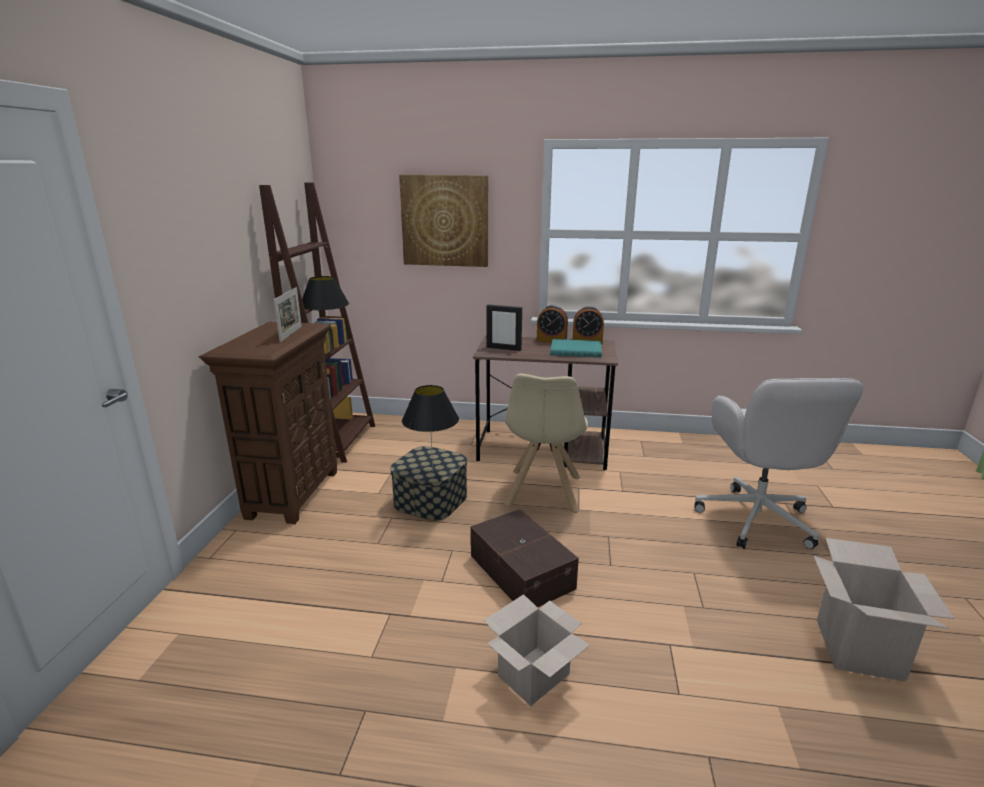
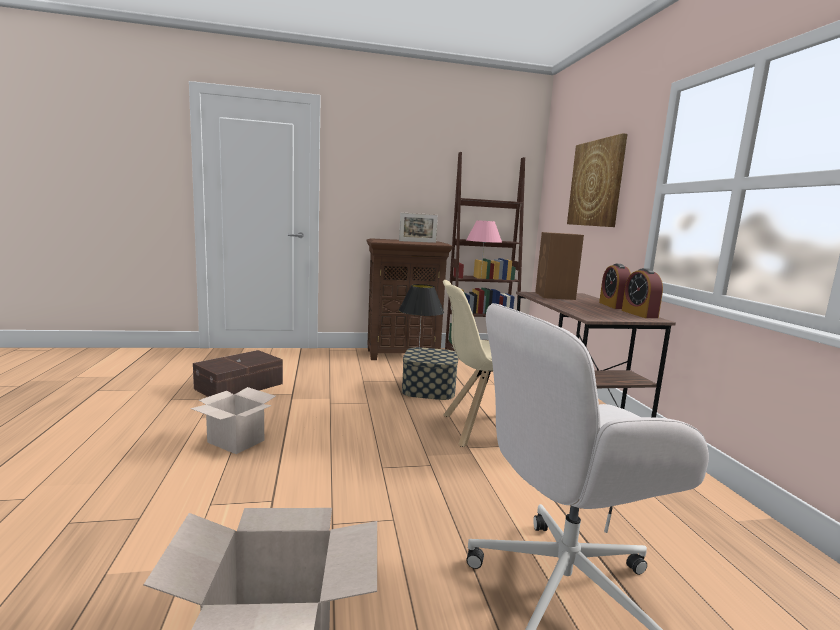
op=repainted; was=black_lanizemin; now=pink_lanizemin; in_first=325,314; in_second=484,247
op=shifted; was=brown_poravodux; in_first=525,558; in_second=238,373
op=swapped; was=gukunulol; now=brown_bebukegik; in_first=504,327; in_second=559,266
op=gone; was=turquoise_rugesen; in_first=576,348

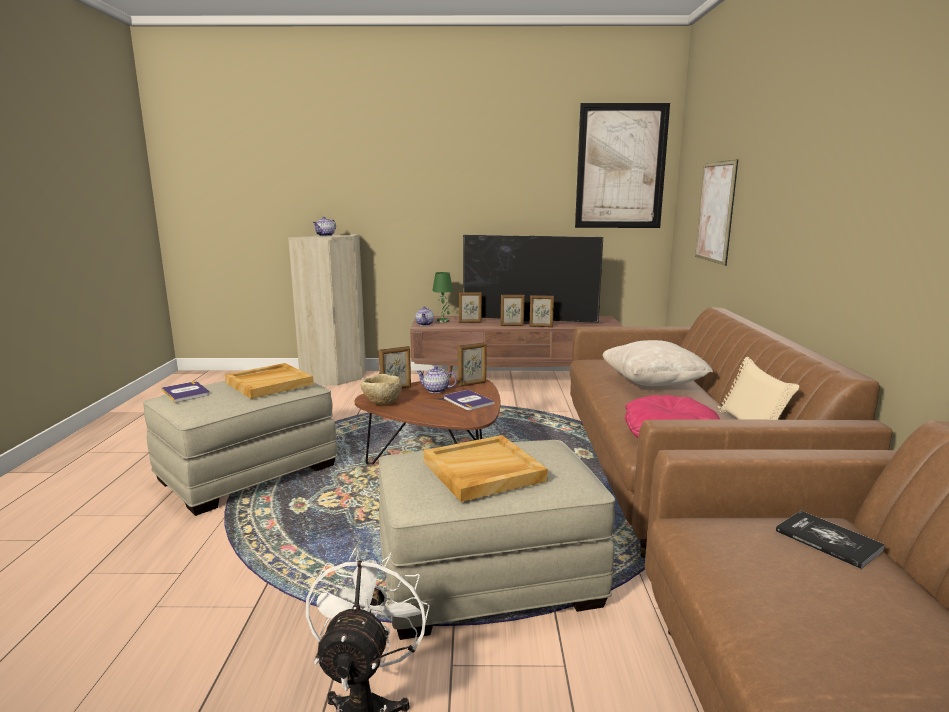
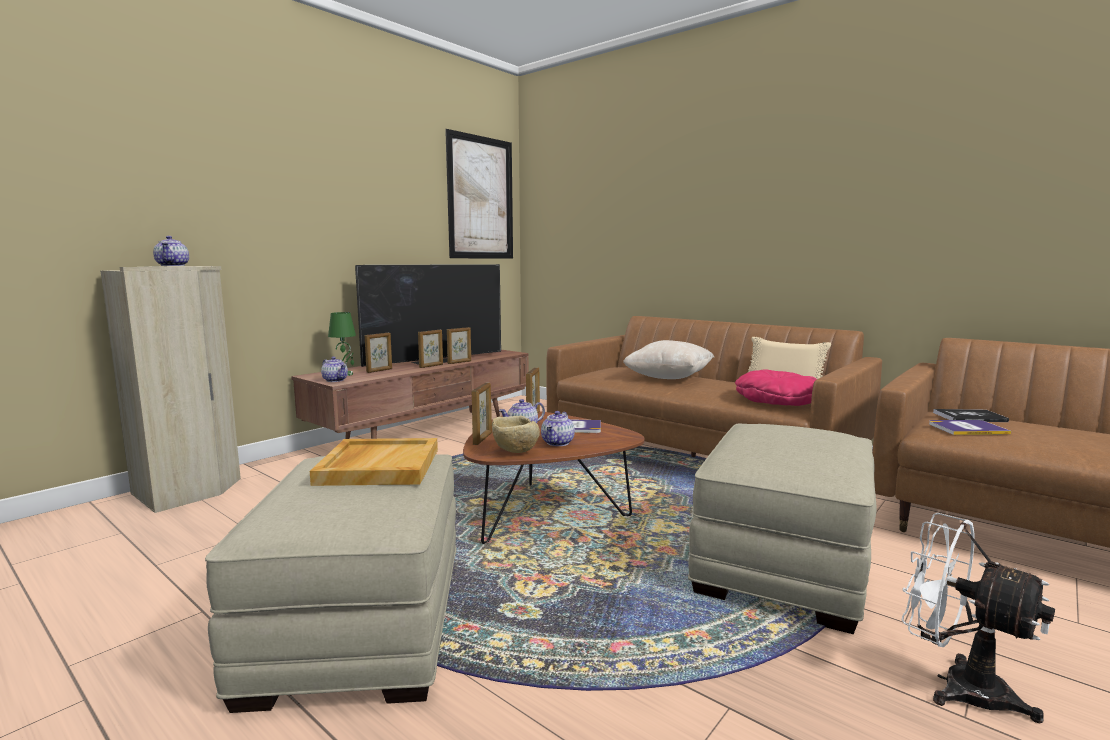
op=shifted; was=rugesen; in_first=185,392; in_second=970,427
op=gone; was=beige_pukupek; in_first=485,468
op=gone; was=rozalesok; in_first=716,212
op=new; now=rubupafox; in_second=558,428

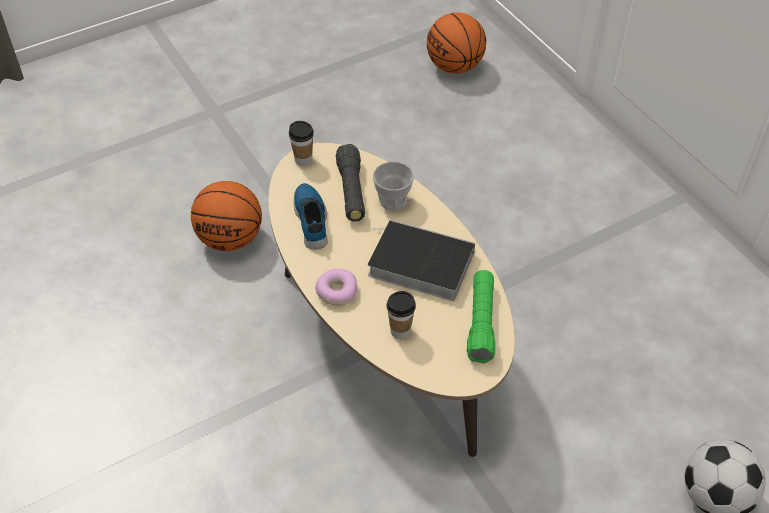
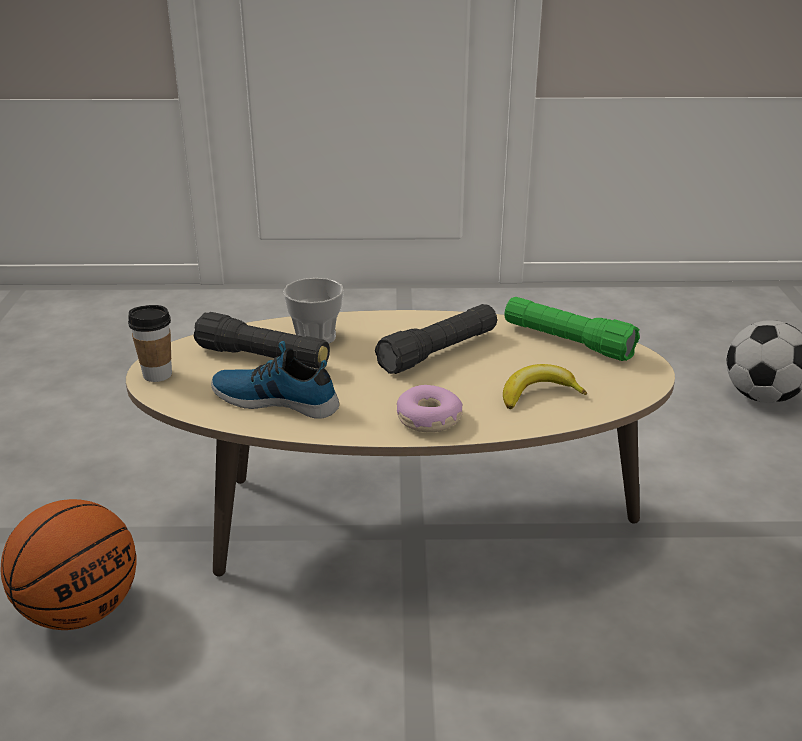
op=swapped; was=rugesen; now=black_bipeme; in_first=421,260; in_second=436,339
op=swapped; was=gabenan; now=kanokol; in_first=401,315; in_second=545,386
op=gone; was=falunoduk; in_first=456,43

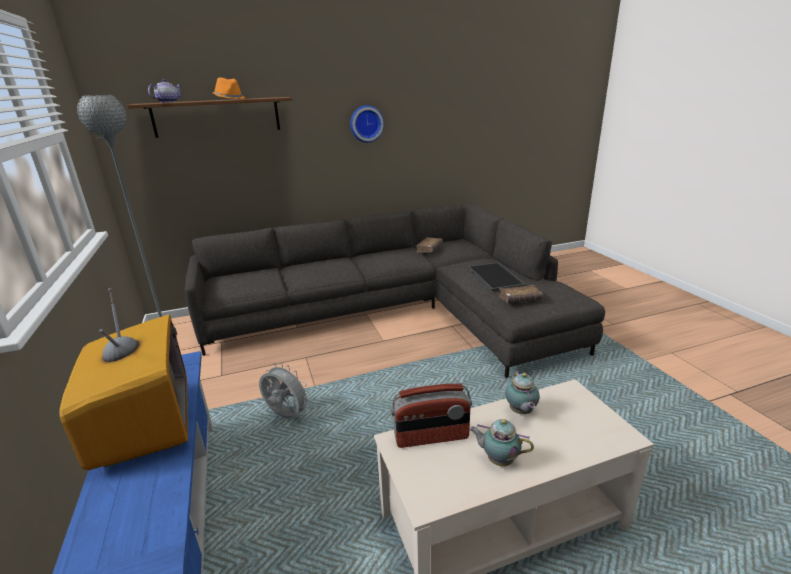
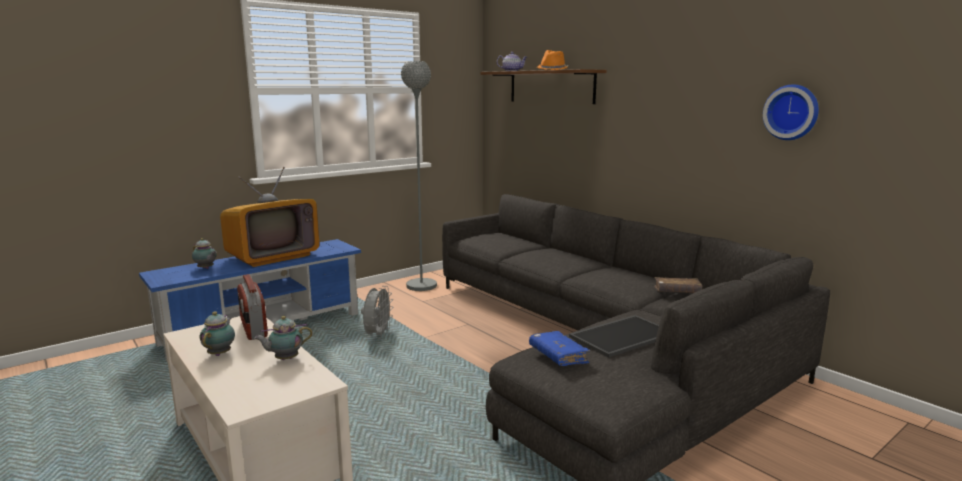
op=shifted; was=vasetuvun; in_first=367,124; in_second=791,112
op=repainted; was=brown_rugesen; now=blue_rugesen; in_first=521,294; in_second=559,348
op=new; now=rubupafox; in_second=204,253

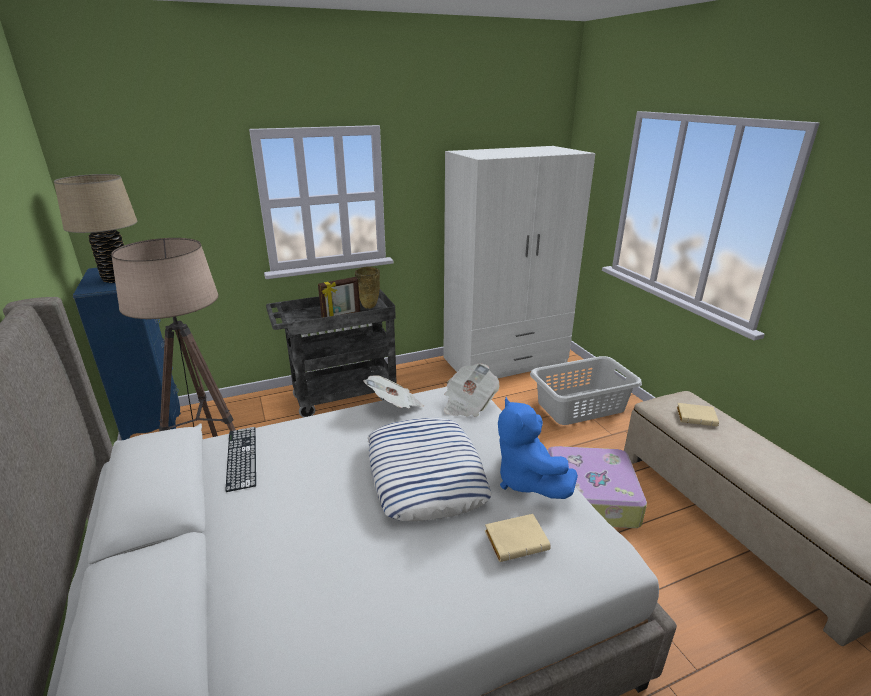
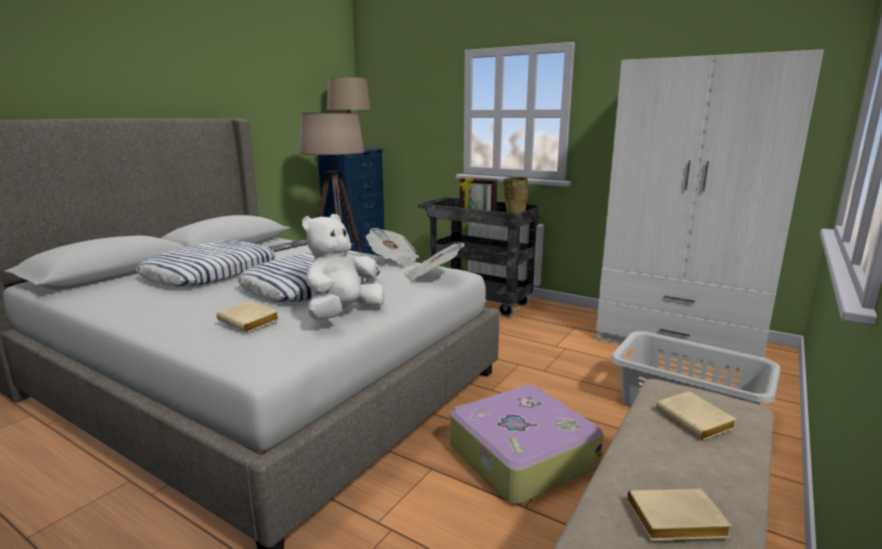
op=repainted; was=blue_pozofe; now=white_pozofe; in_first=538,448; in_second=343,267
op=new; now=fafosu; in_second=206,263
op=new; now=beige_rugesen; in_second=680,514

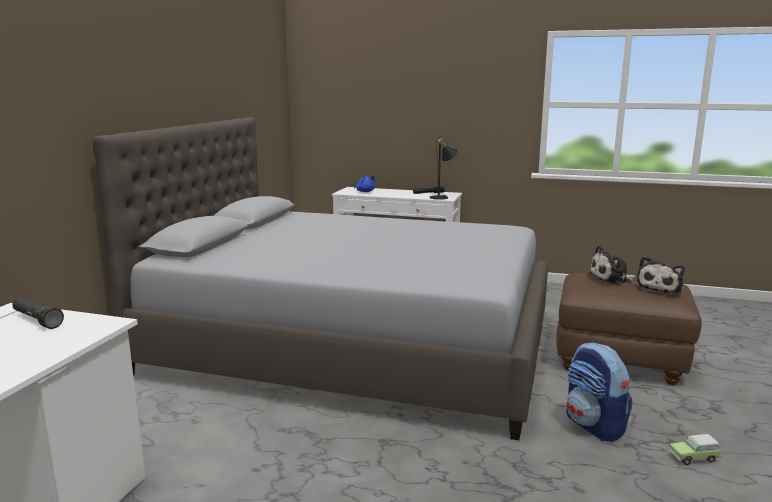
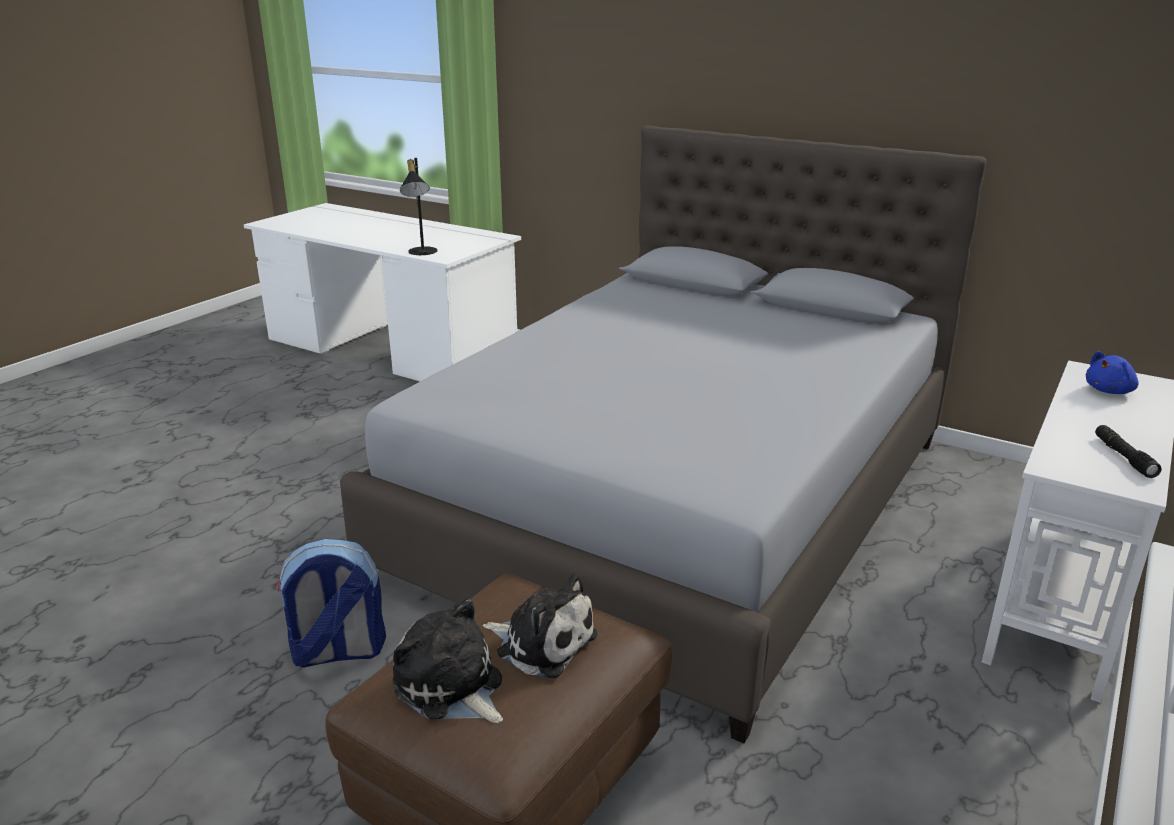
op=gone; was=black_bipeme; in_first=38,313
op=shifted; was=black_lanizemin; in_first=443,168; in_second=418,206
op=rotated; was=pozofe; in_first=611,265; in_second=540,625; clockwise=120
op=gone; was=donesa; in_first=695,449

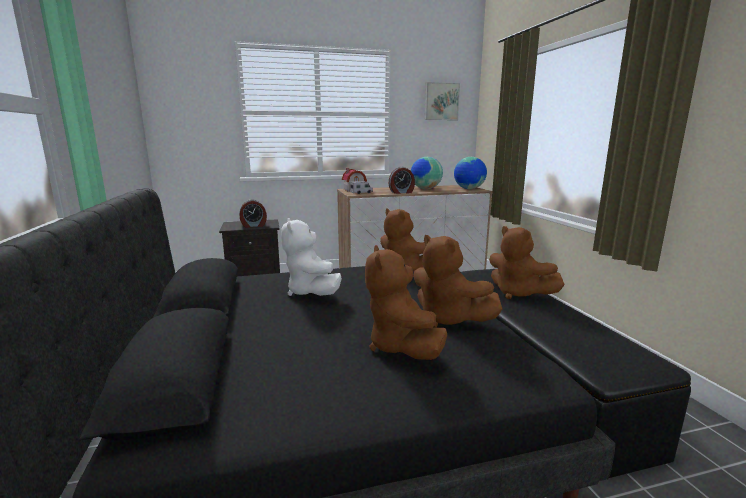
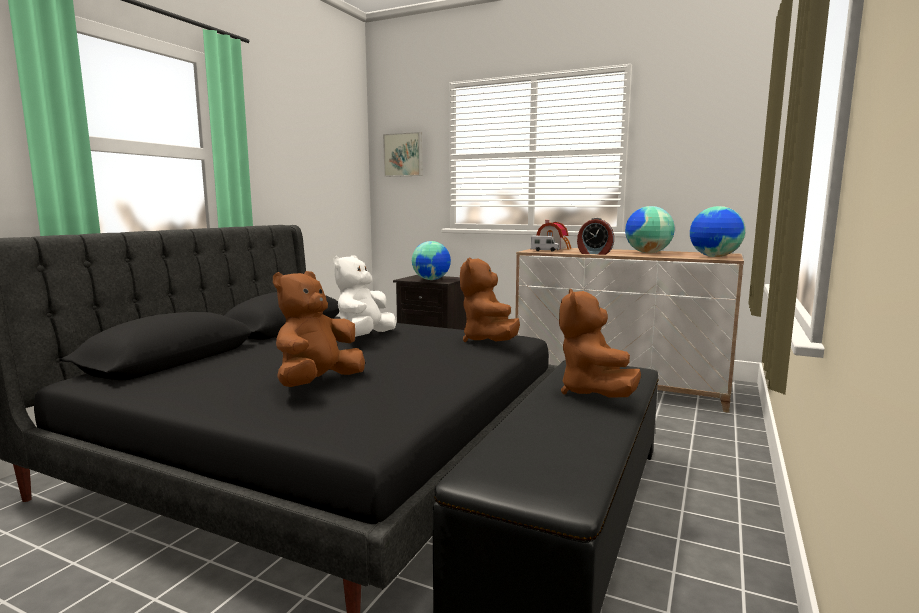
op=swapped; was=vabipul; now=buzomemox; in_first=253,214; in_second=431,260
op=gone; was=brown_pozofe; in_first=457,281
op=shifted; was=rozalesok; in_first=442,101; in_second=402,154

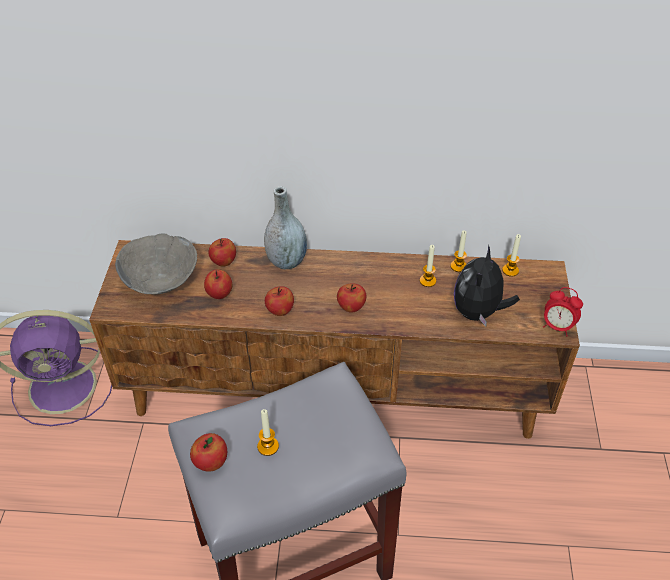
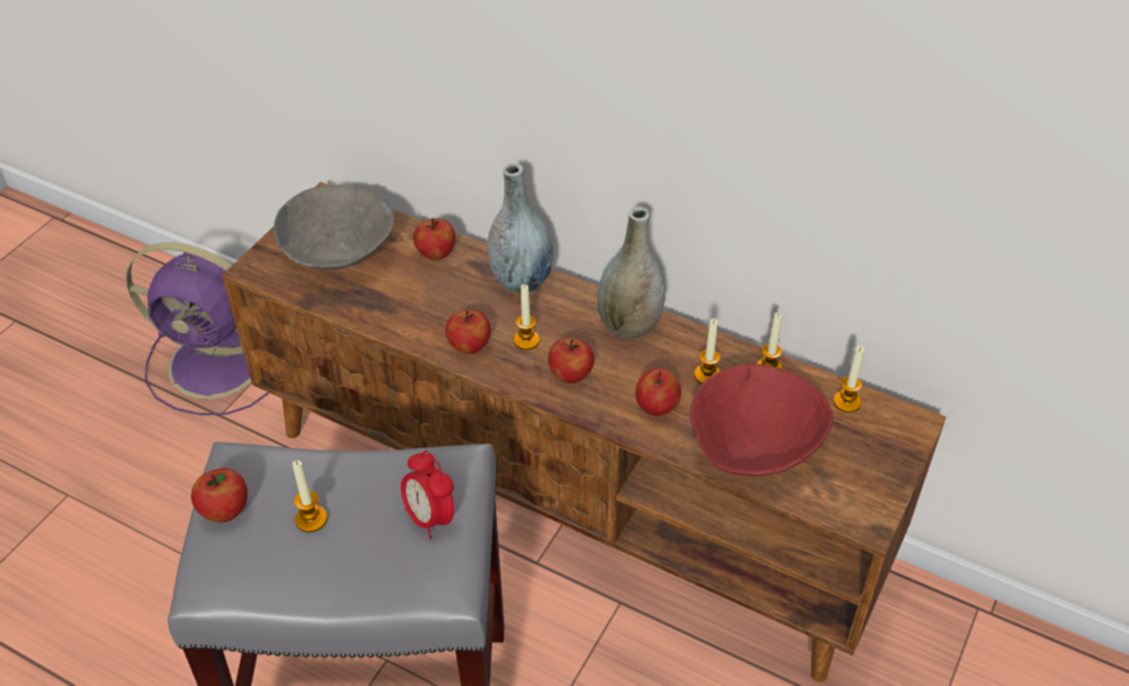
op=shifted; was=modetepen; in_first=218,284; in_second=658,392
op=swapped; was=pozofe; now=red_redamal; in_first=487,285; in_second=761,420
op=shifted; was=vabipul; in_first=563,311; in_second=427,494
op=new; now=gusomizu; in_second=527,317
op=new; now=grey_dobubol; in_second=631,272

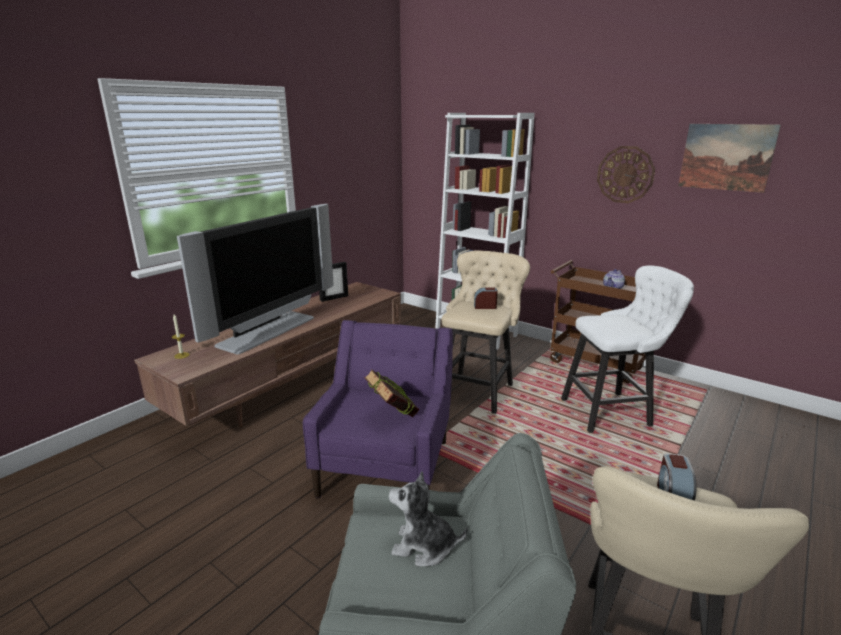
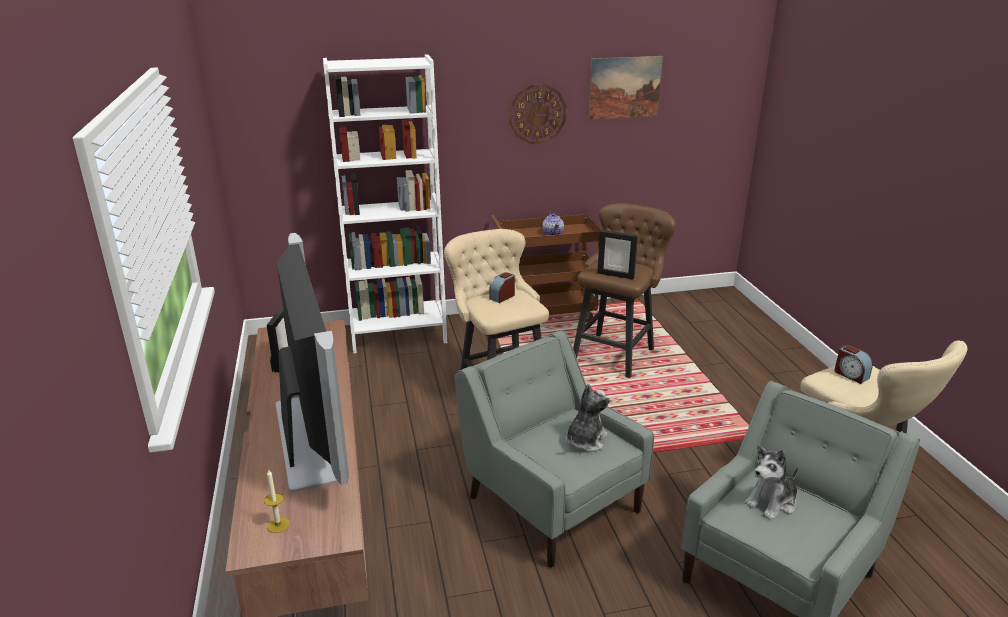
op=repainted; was=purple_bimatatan; now=grey_bimatatan; in_first=378,409; in_second=554,449
op=swapped; was=rugesen; now=pozofe; in_first=391,393; in_second=587,418
op=repainted; was=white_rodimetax; now=brown_rodimetax; in_first=627,349; in_second=624,290
op=new; now=gukunulol; in_second=617,254

